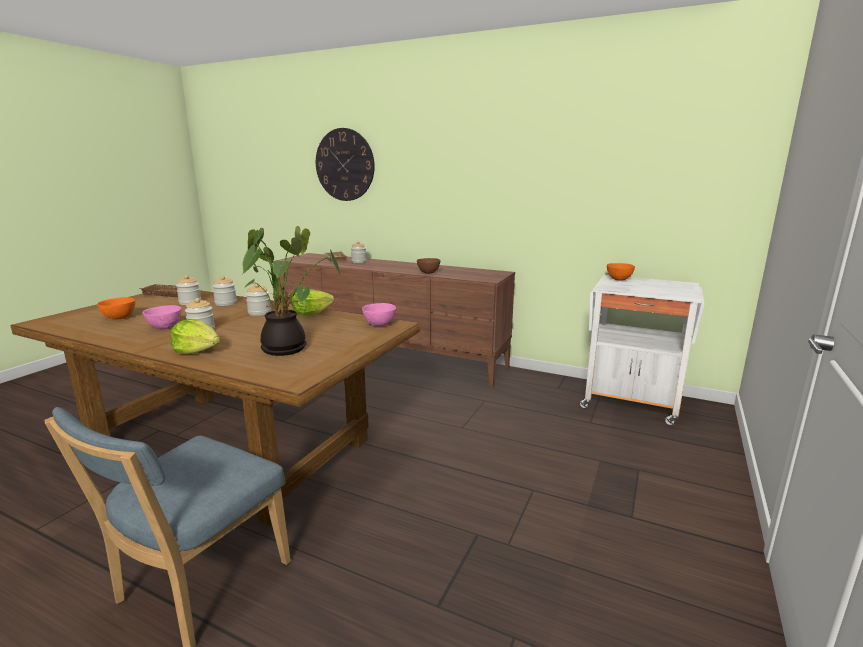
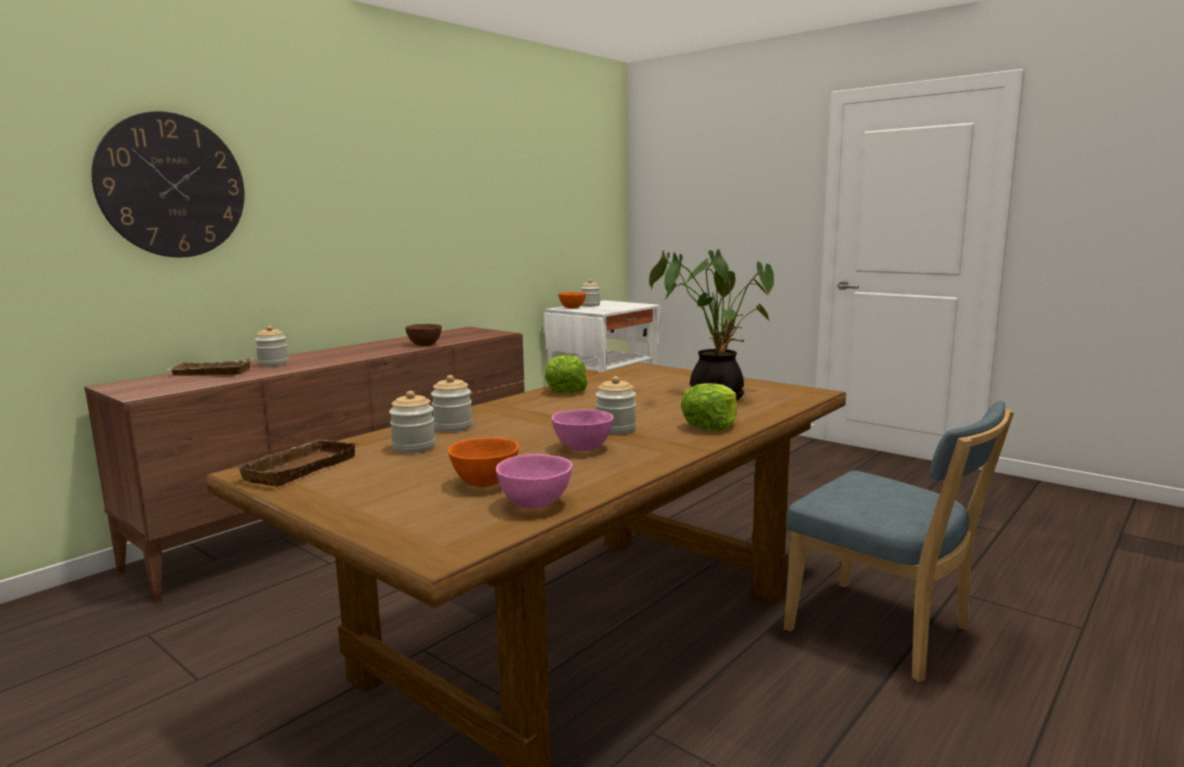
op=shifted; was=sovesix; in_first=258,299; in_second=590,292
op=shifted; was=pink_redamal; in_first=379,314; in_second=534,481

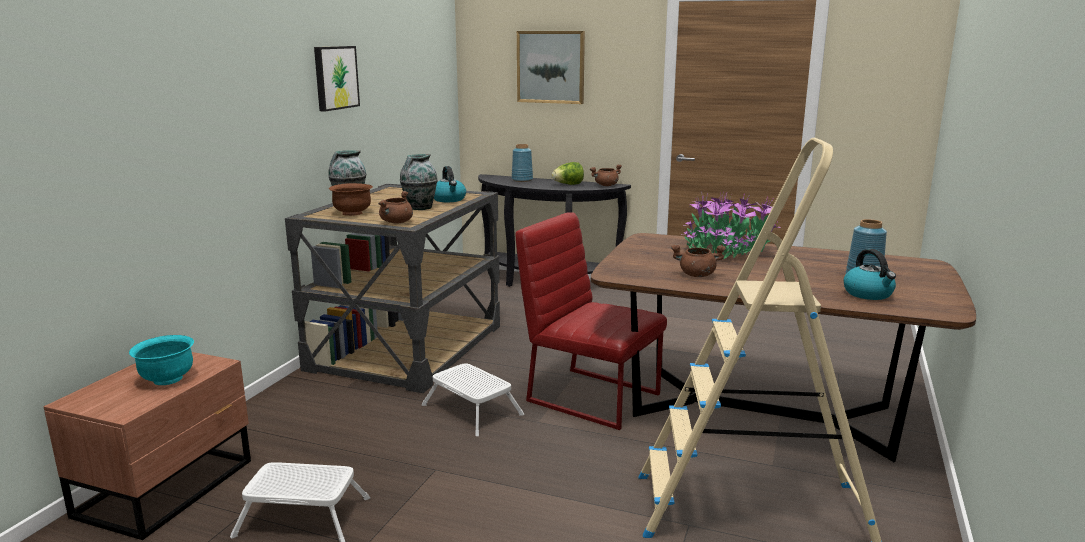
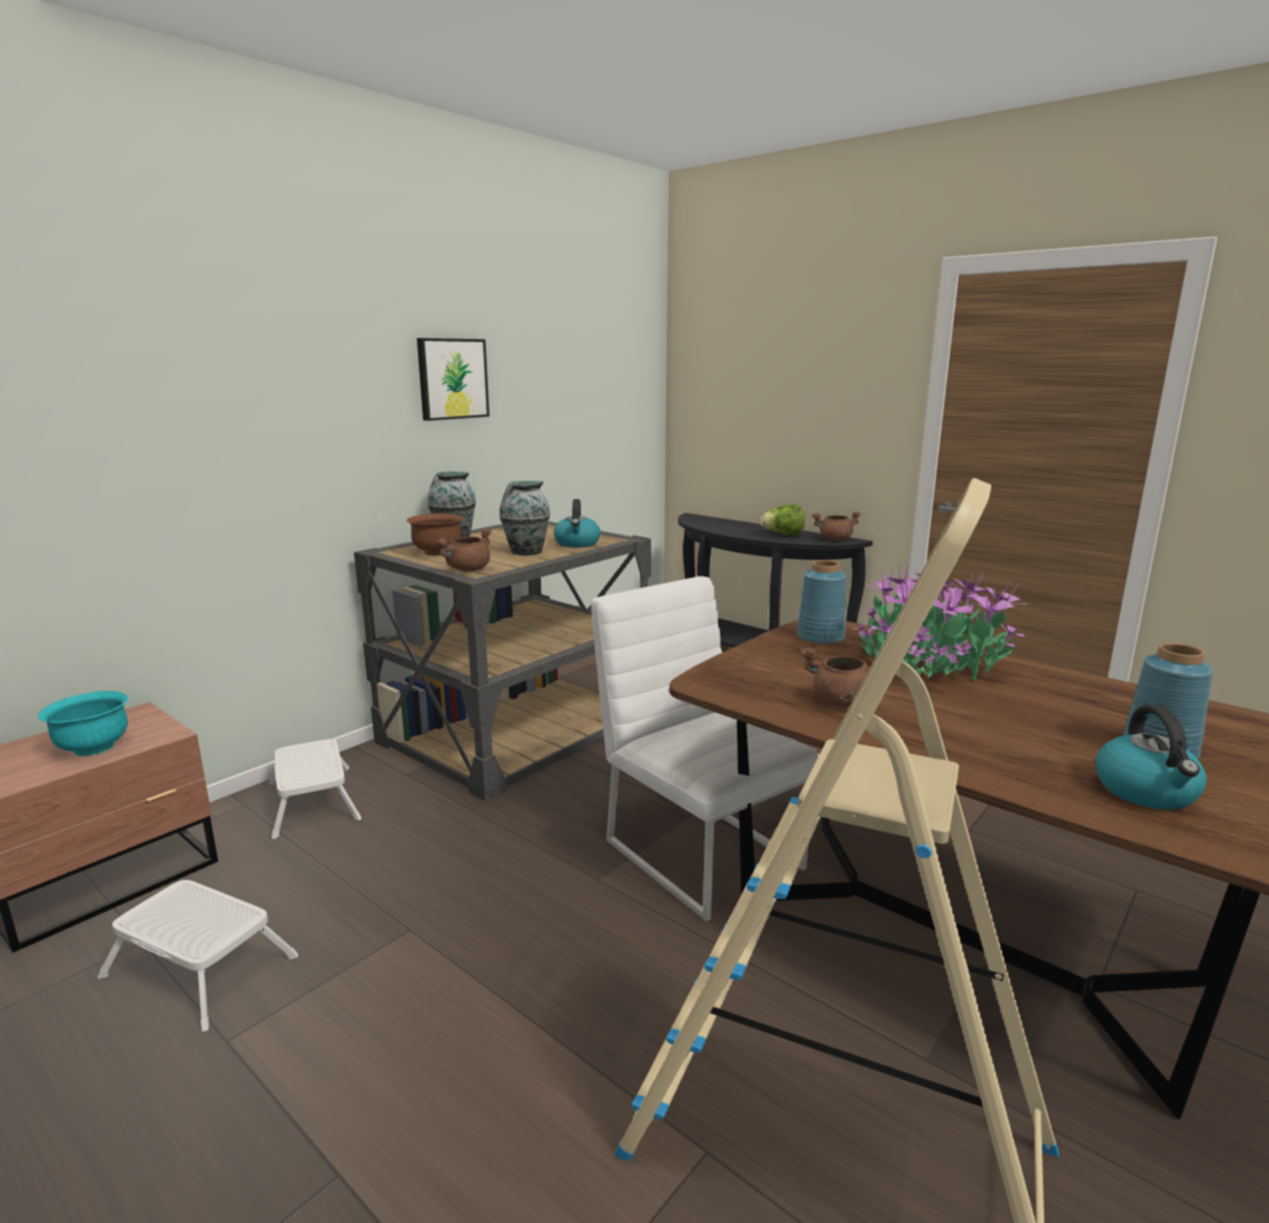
op=shifted; was=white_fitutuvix; in_first=472,399; in_second=315,789
op=shifted; was=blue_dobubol; in_first=522,163; in_second=821,602
op=repainted; was=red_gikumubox; now=white_gikumubox; in_first=591,321; in_second=705,748
op=gone; was=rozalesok; in_first=551,67

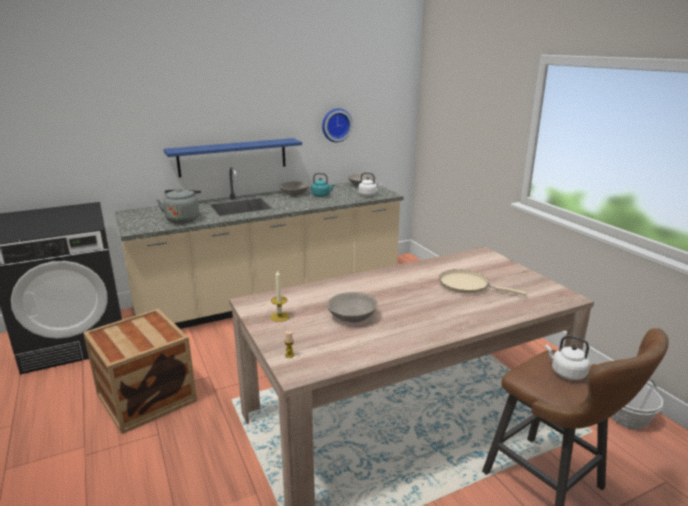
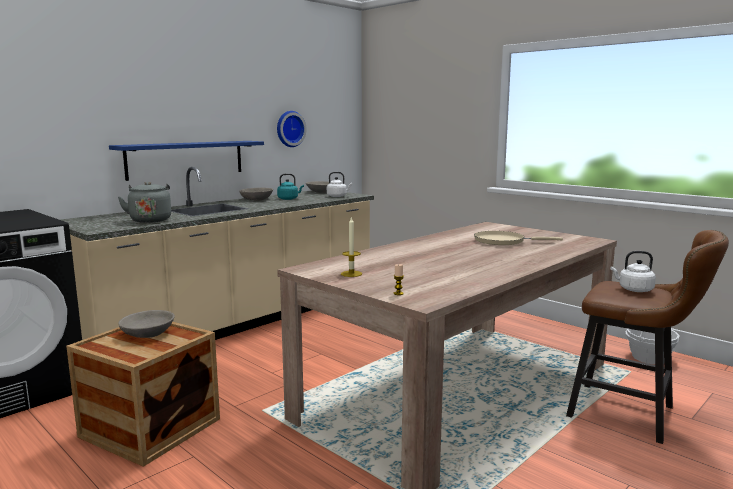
op=shifted; was=grey_redamal; in_first=352,307; in_second=146,324

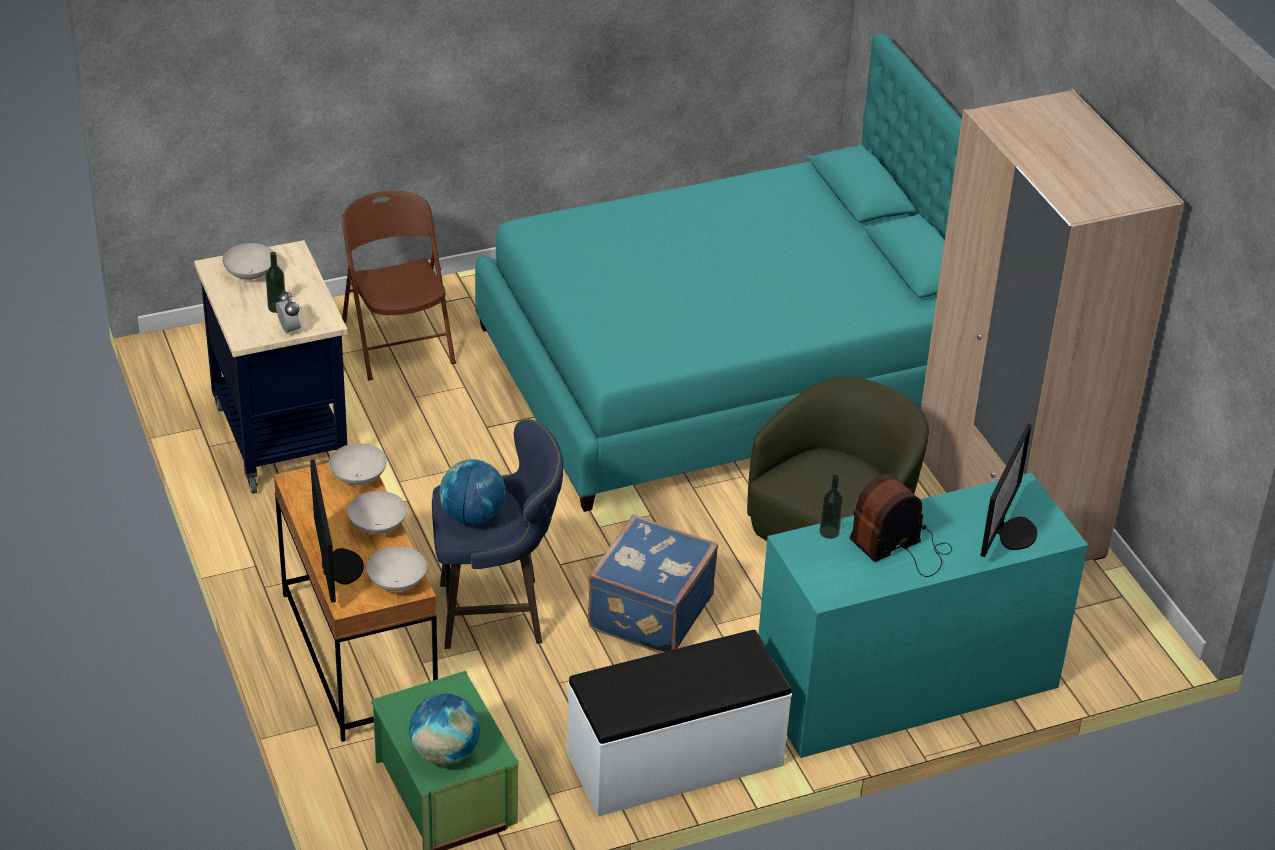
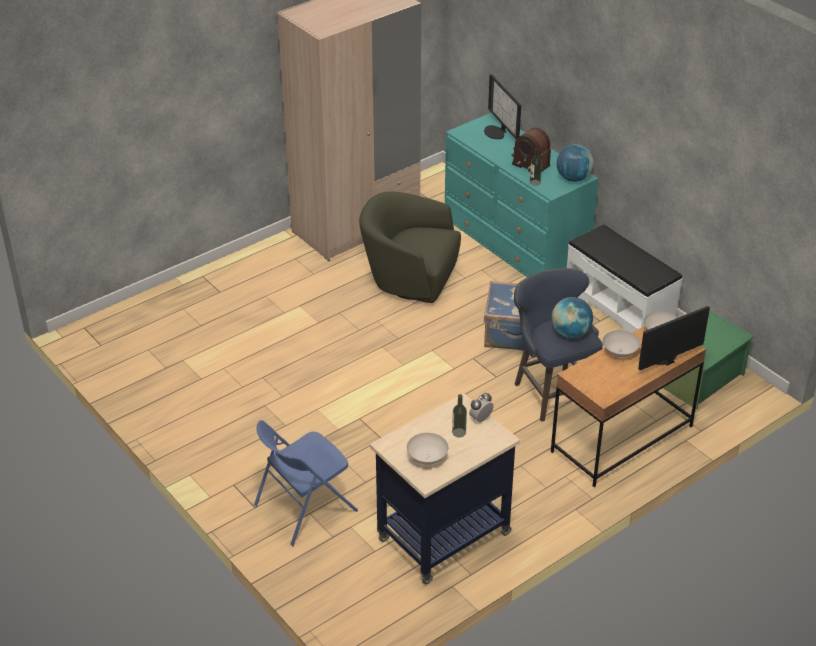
op=gone; was=white_redamal; in_first=358,464
op=repainted; was=brown_gikumubox; now=blue_gikumubox; in_first=399,286; in_second=306,483
op=shifted; was=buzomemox; in_first=444,729; in_second=575,163
op=gone; was=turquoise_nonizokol; in_first=718,272
op=rotated; was=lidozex; in_first=1008,490; in_second=502,106; clockwise=-120

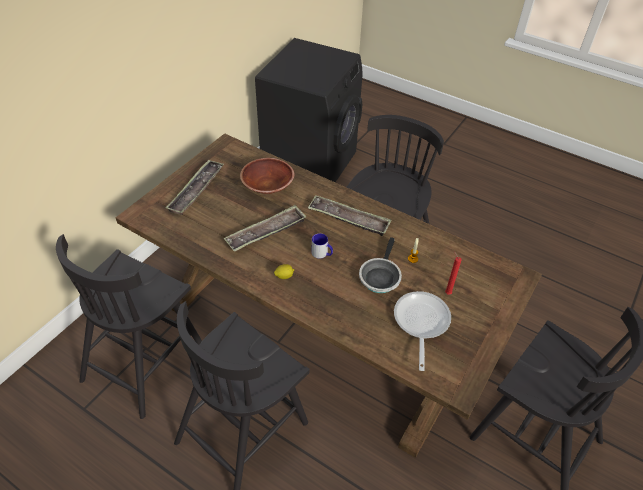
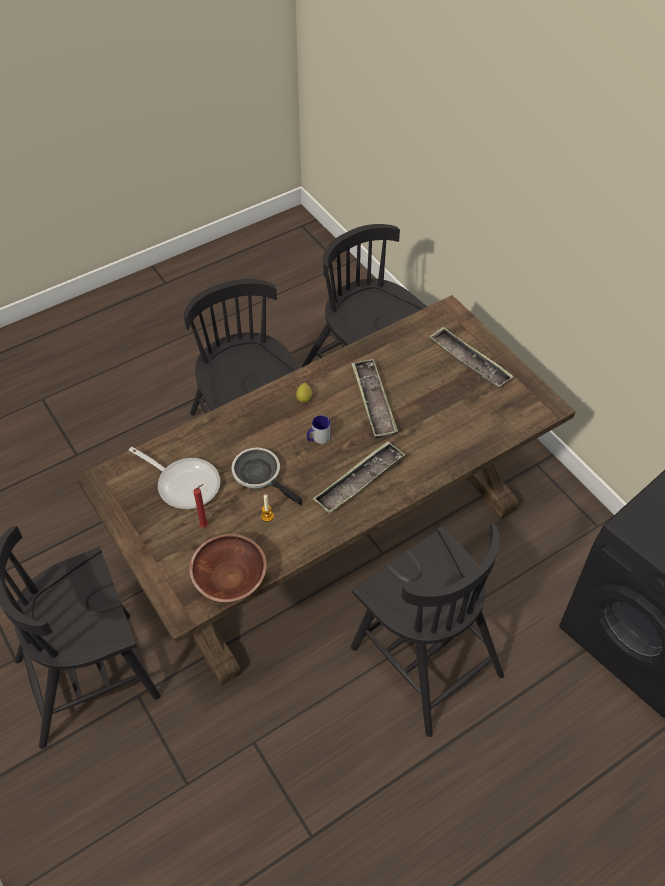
op=shifted; was=brown_redamal; in_first=267,176; in_second=228,568

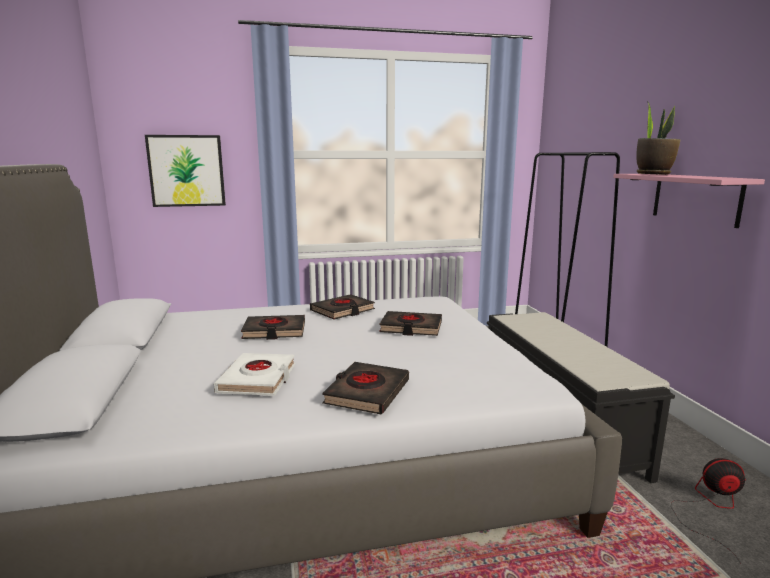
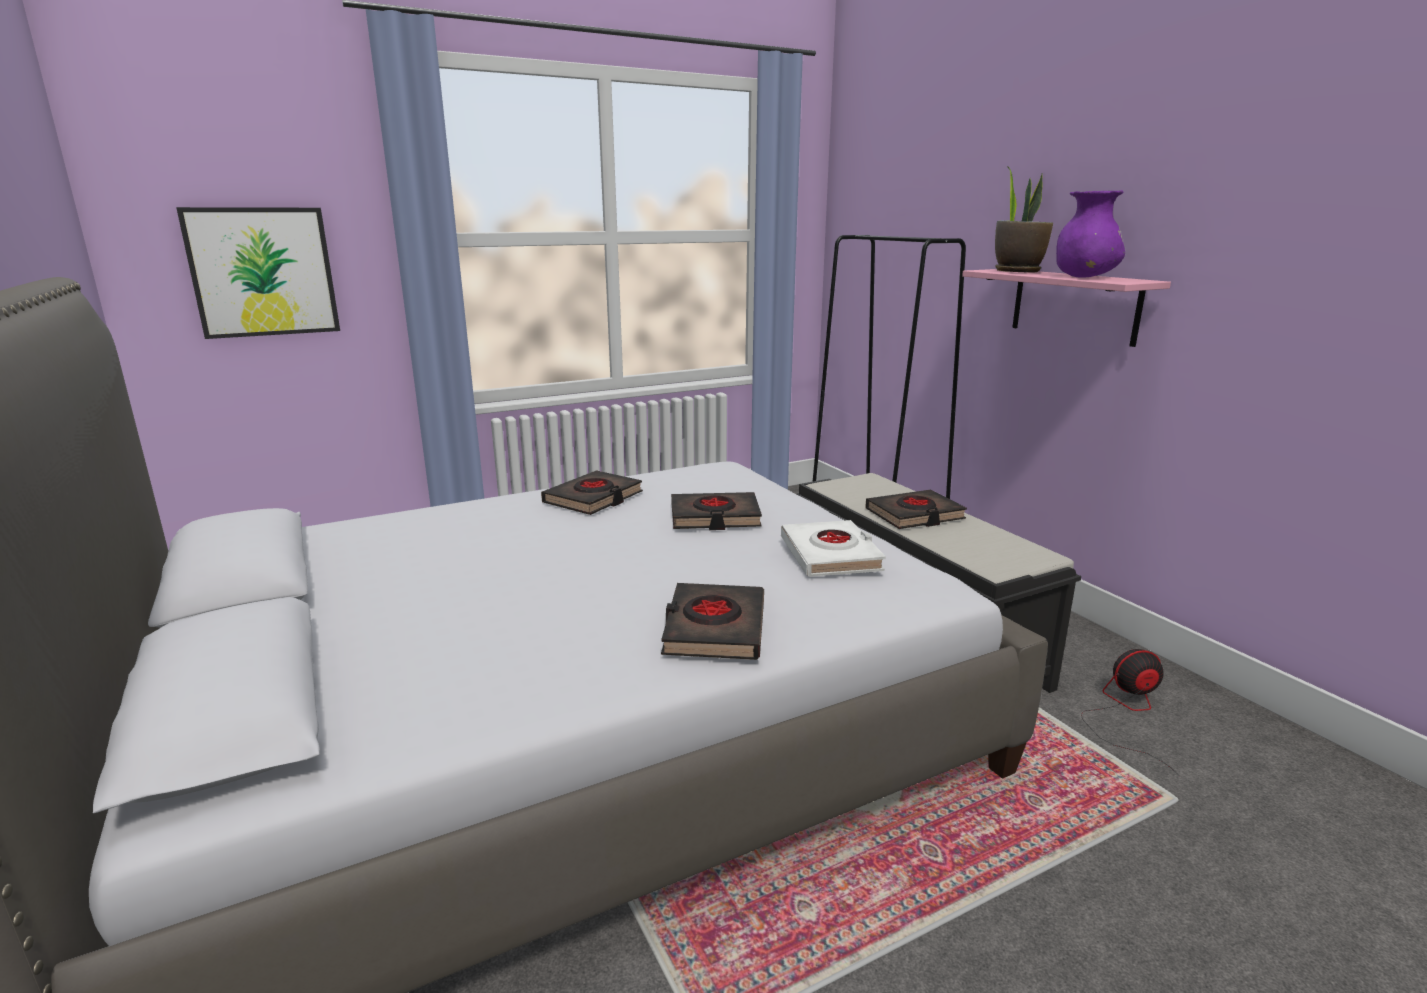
op=shifted; was=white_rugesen; in_first=254,374; in_second=833,548
op=shifted; was=black_rugesen; in_first=273,327; in_second=916,509
op=new; now=purple_dobubol; in_second=1090,234

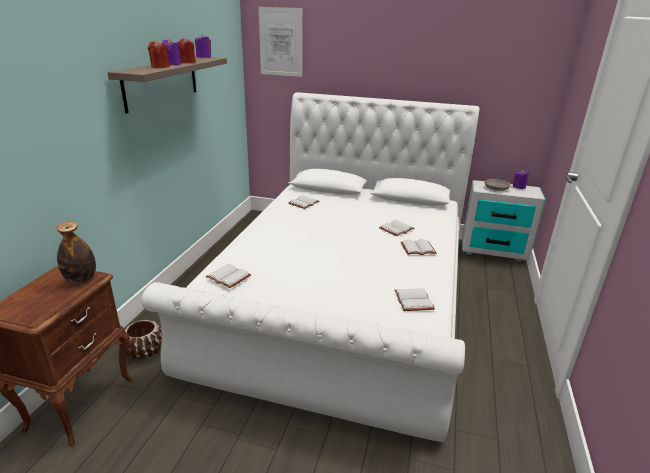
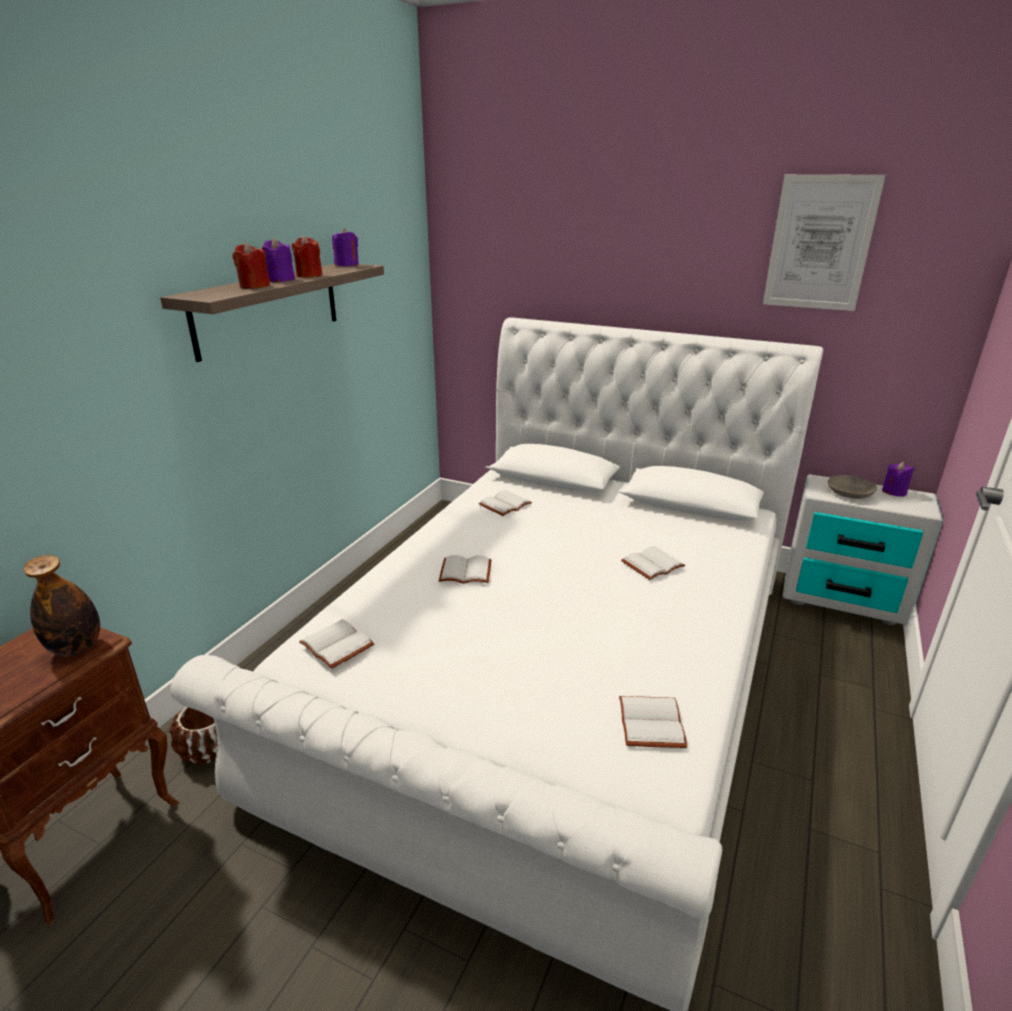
op=shifted; was=rozalesok; in_first=280,42; in_second=824,242
op=shifted; was=white_rugesen; in_first=419,247; in_second=465,569

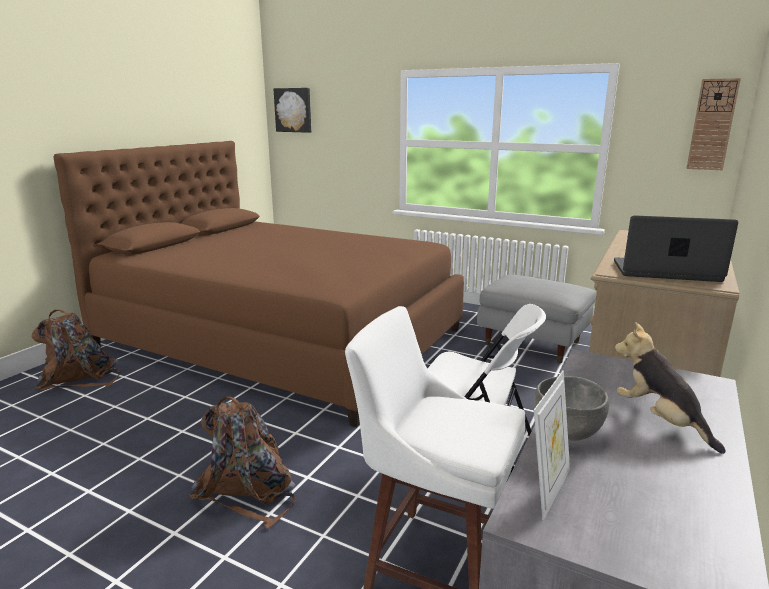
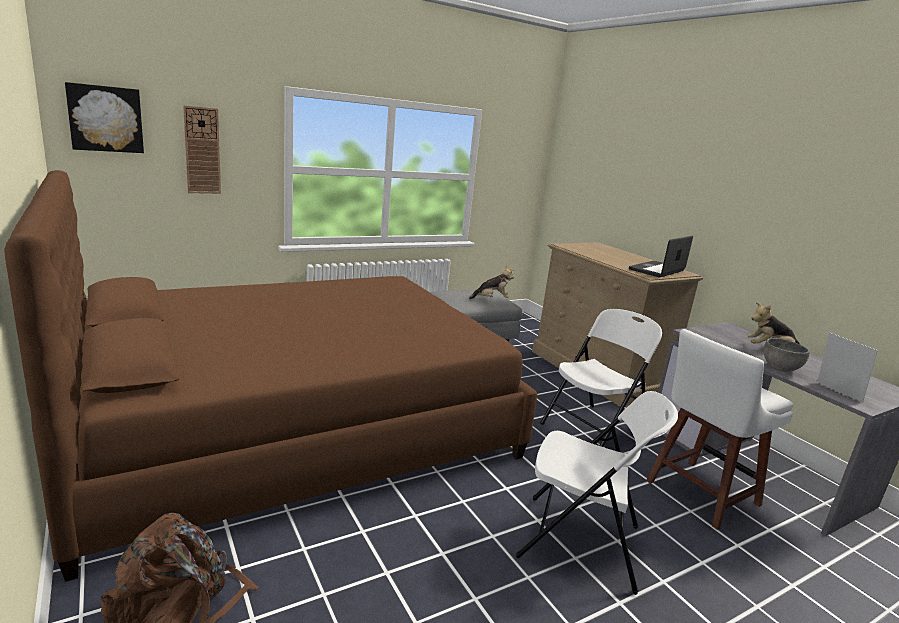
op=swapped; was=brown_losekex; now=white_gikumubox; in_first=243,462; in_second=597,493
op=shifted; was=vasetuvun; in_first=713,124; in_second=202,149
op=new; now=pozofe; in_second=491,282

